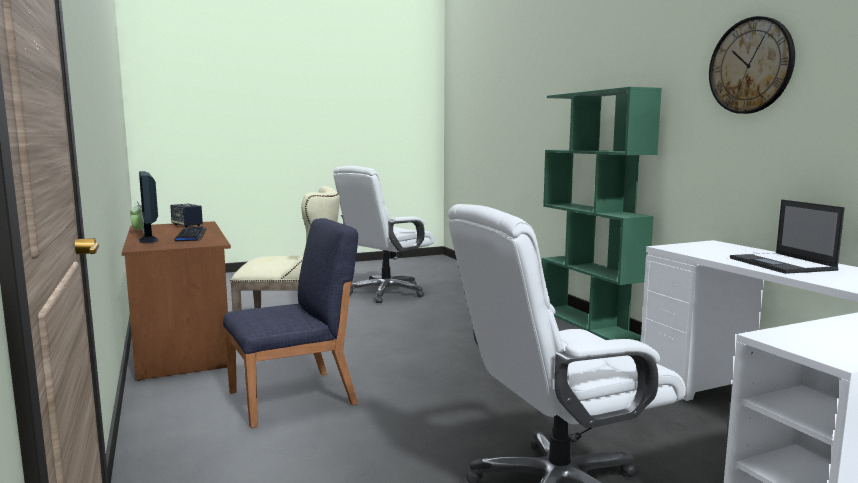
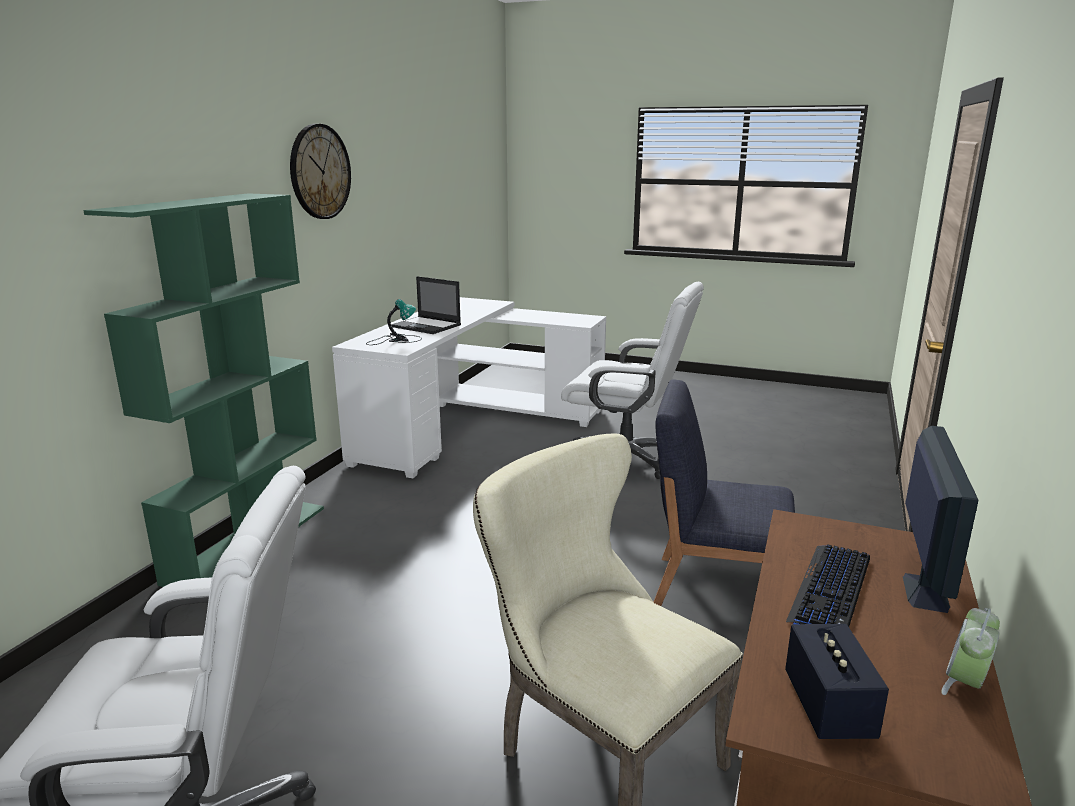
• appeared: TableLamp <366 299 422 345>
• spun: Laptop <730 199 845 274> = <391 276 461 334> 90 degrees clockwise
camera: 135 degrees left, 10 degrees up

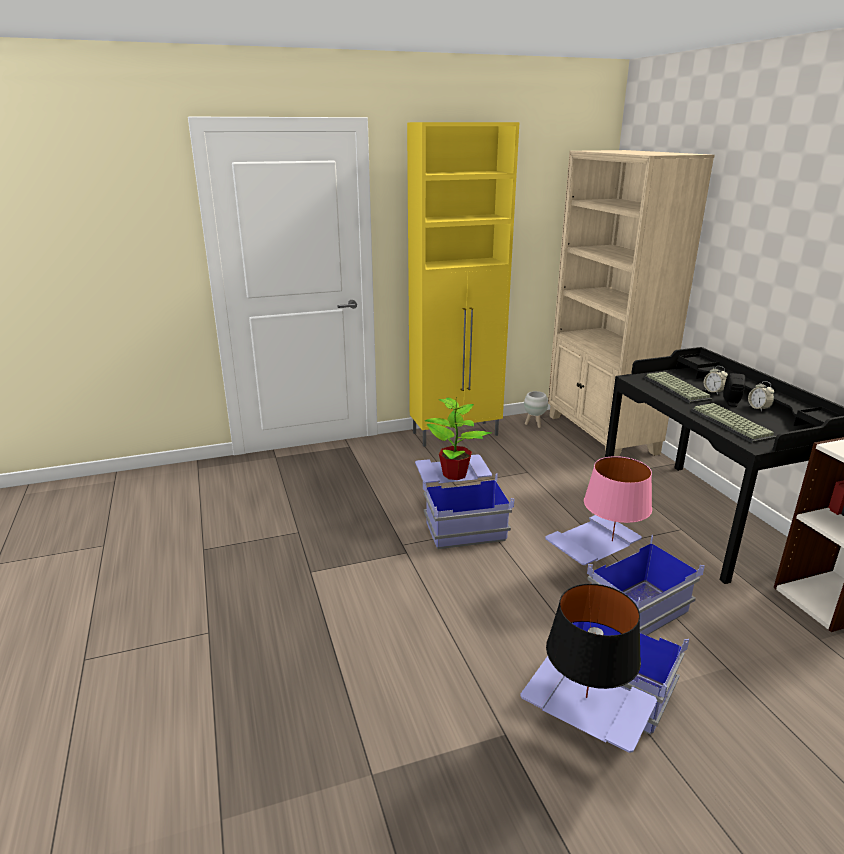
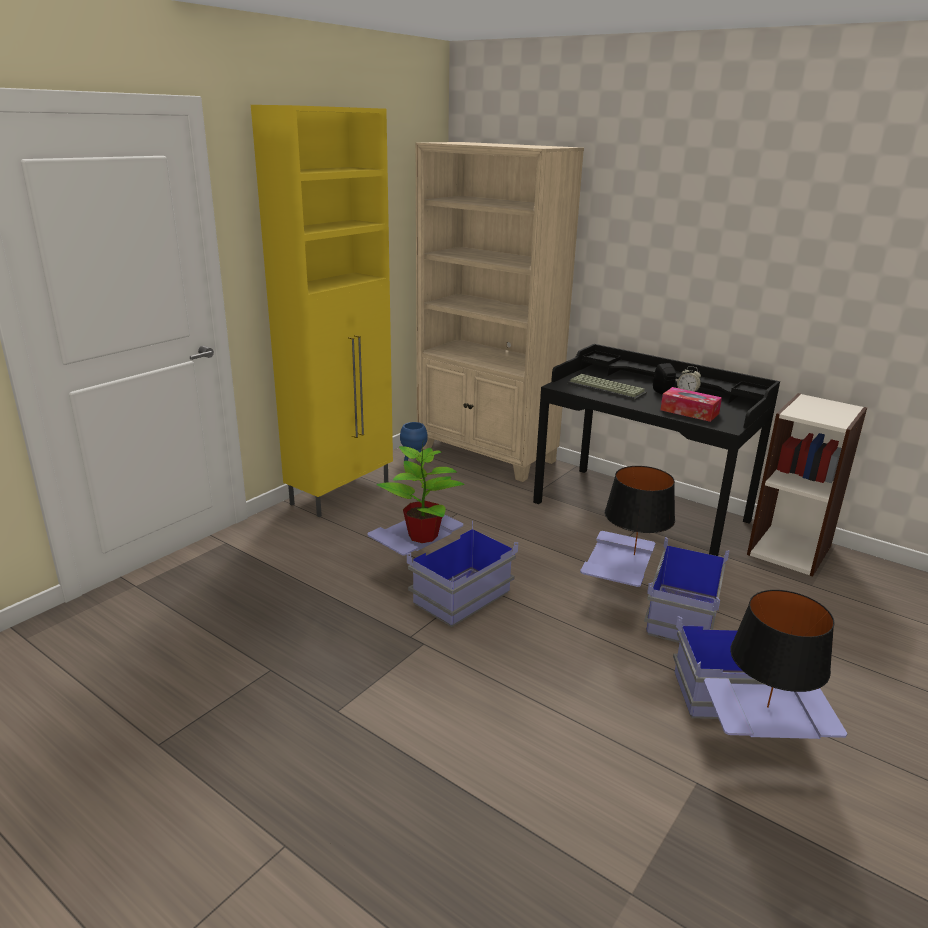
• colour: WhitePlanter <524 391 548 428> to BluePlanter <400 422 428 463>
• colour: PinkTableLamp <584 456 652 541> to BlackTableLamp <605 466 675 555>
• exchanged: Keyboard <691 403 776 443> to TissueBox <661 387 722 422>
• missing: AlarmClock <704 366 728 395>
camera: 35 degrees left, 0 degrees up

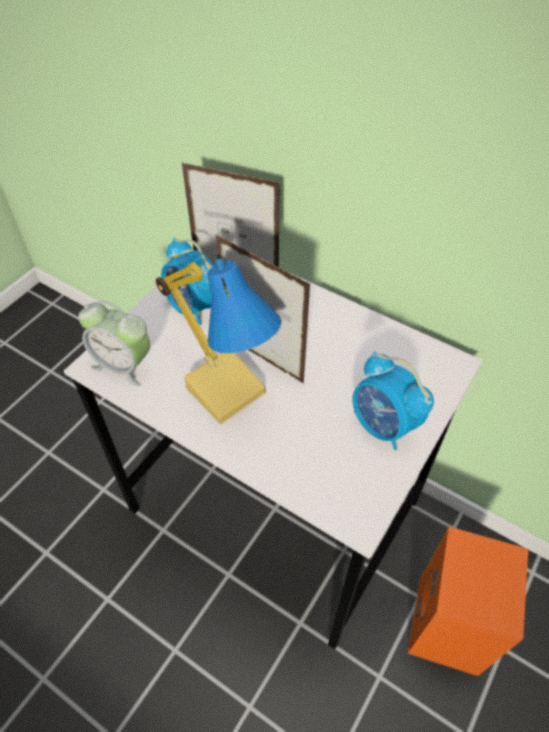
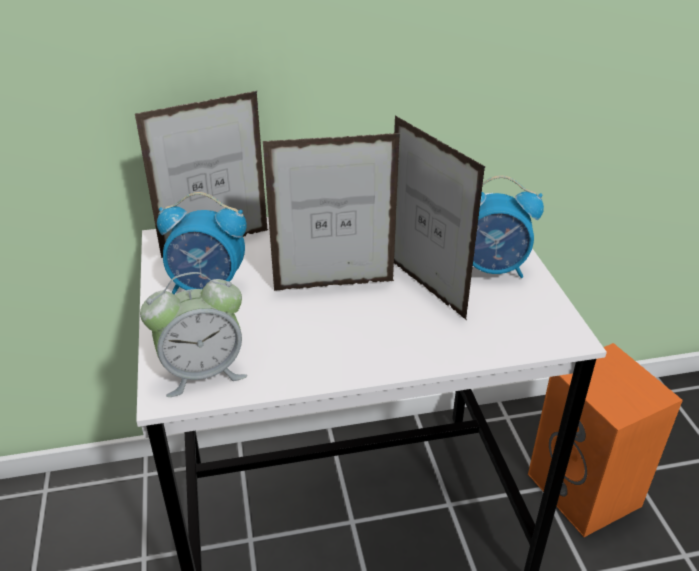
• appeared: PictureFrame <394 116 485 320>
• missing: TableLamp <156 258 282 425>
camera: 45 degrees left, 15 degrees down

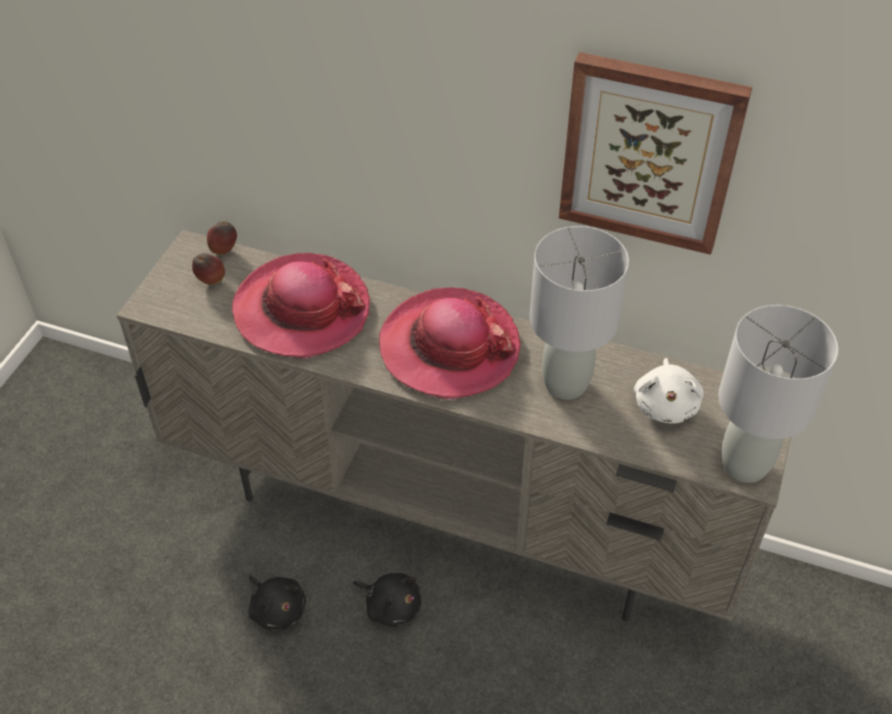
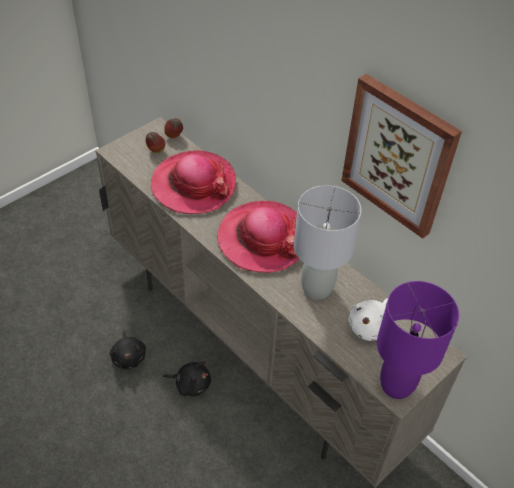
• spun: BlackPlushToy <353 573 421 627> = <163 362 211 396> 45 degrees counterclockwise
• colour: GreyTableLamp <718 305 838 483> to PurpleTableLamp <377 281 459 399>
camera: 25 degrees right, 0 degrees up

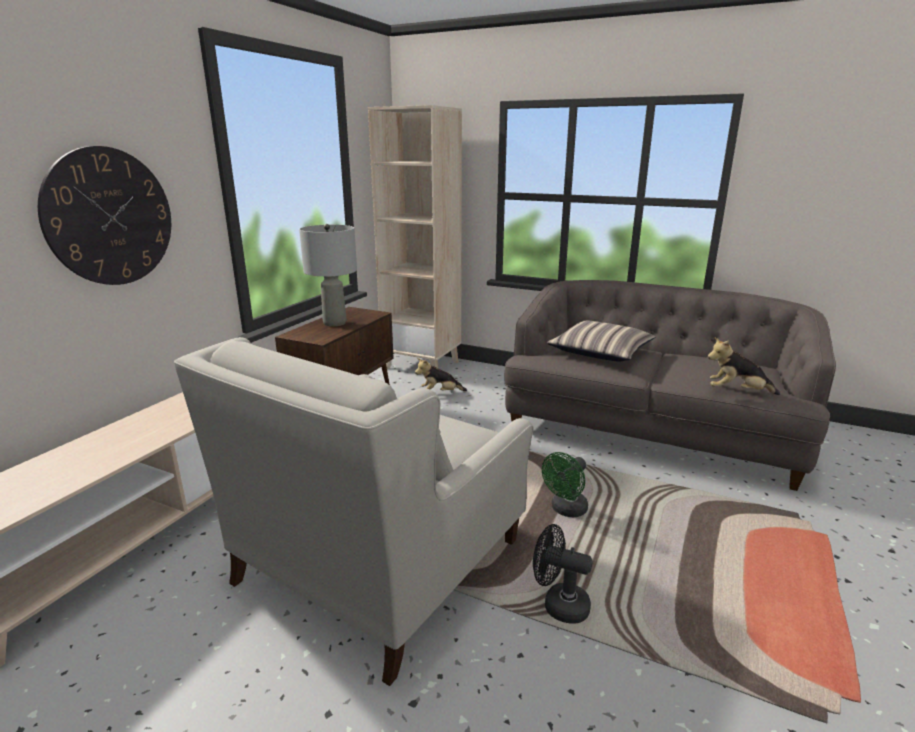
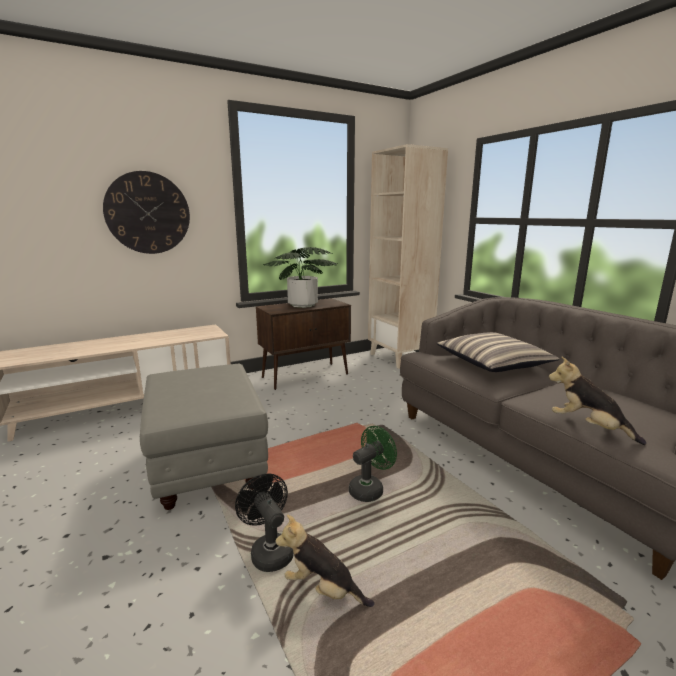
• exchanged: WhiteArmchair <174 338 534 686> to GreyOttoman <140 364 268 510>
• exchanged: GreyTableLamp <299 224 357 326> to PottedPlant <263 247 337 308>
• relocated: PlushToy <415 358 467 391> to <275 514 374 607>
• spun: GreenFan <542 452 588 517> = <349 426 397 502> 150 degrees clockwise
camera: 35 degrees right, 5 degrees down

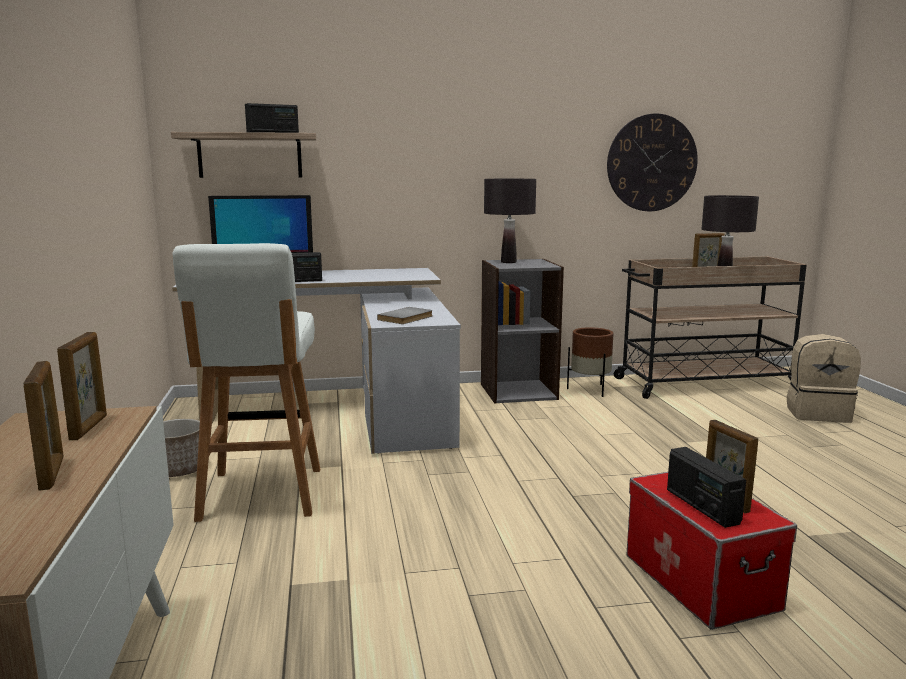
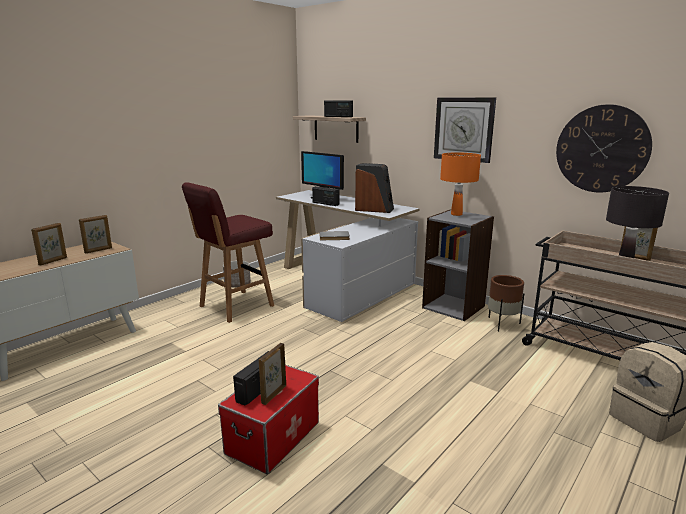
• colour: WhiteStool <172 243 320 522> to RedStool <182 182 274 323>
• appeared: Speaker <355 163 394 213>
• appeared: WallClock <434 97 496 163>
• colour: BlackTableLamp <484 179 536 263> to OrangeTableLamp <440 152 481 216>
camera: 50 degrees right, 5 degrees up

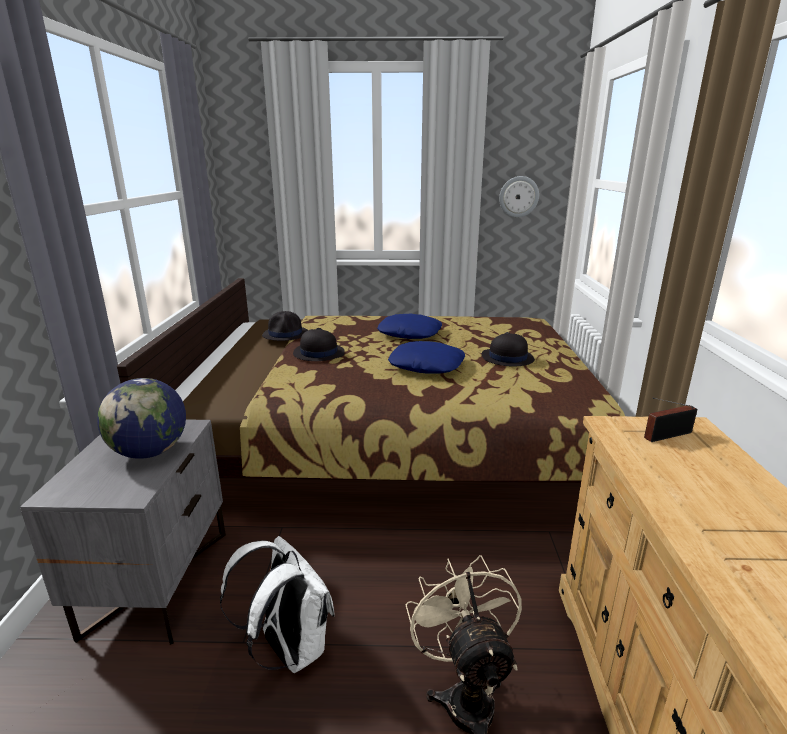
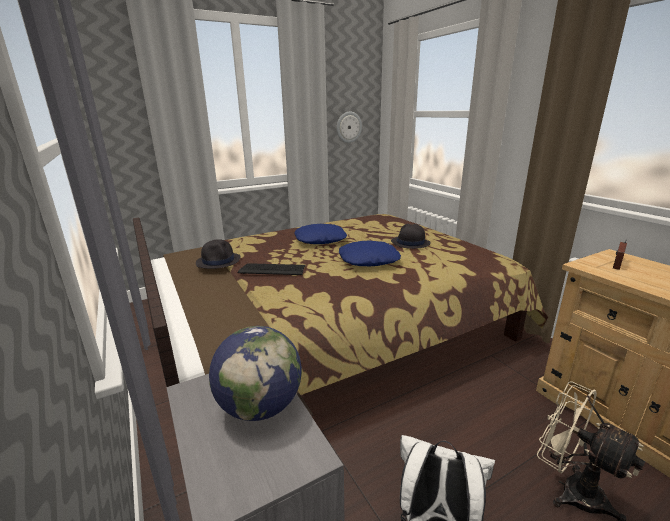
• exchanged: BlackHat <293 328 345 361> to Keyboard <237 263 306 275>
camera: 30 degrees left, 0 degrees up

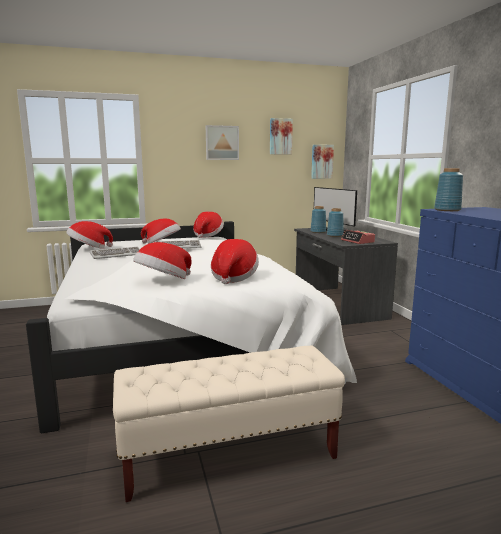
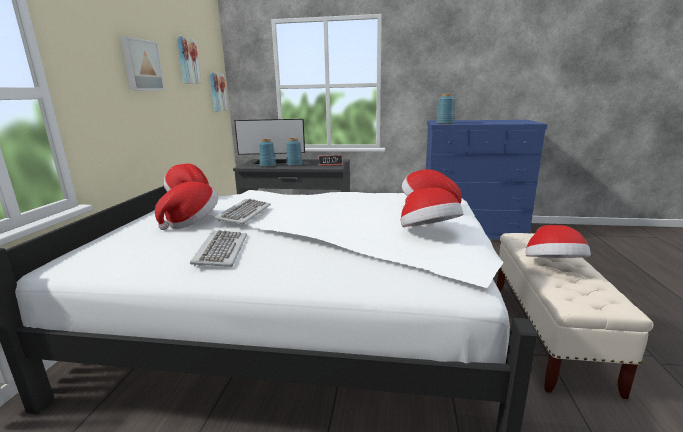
• relocated: Hat <66 221 113 249> to <526 225 591 258>
camera: 65 degrees left, 5 degrees up

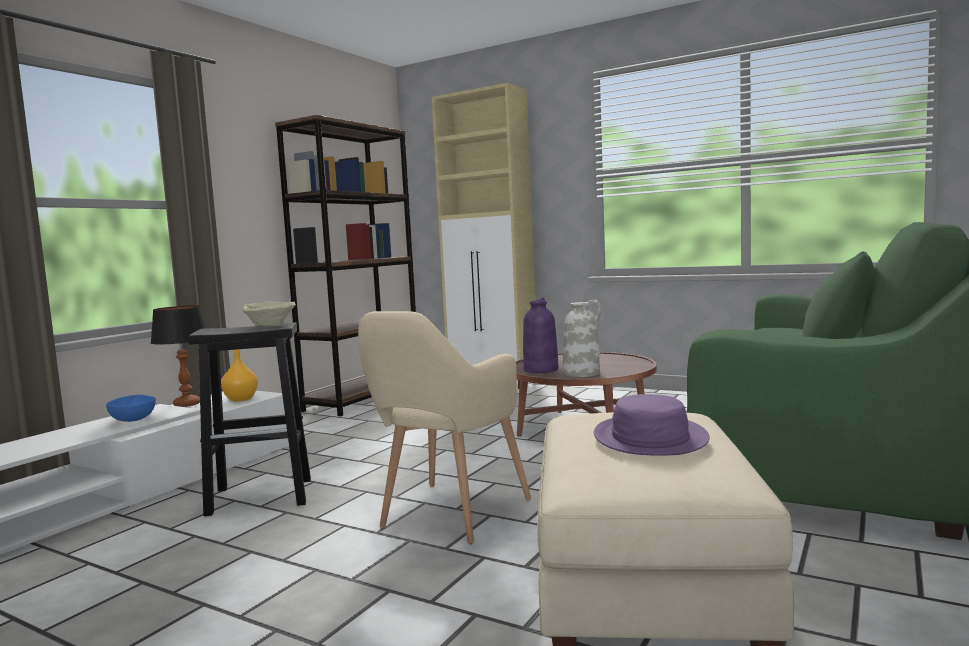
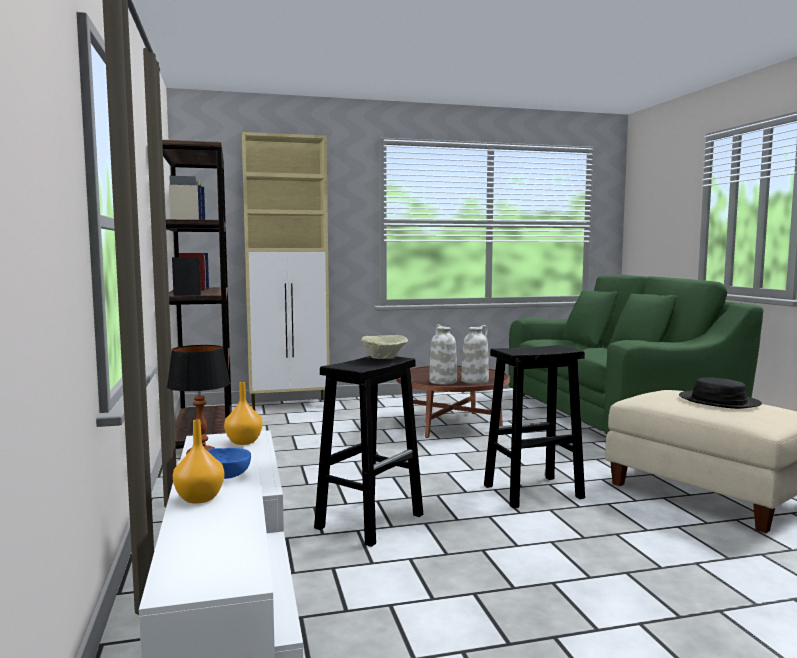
• appeared: OrangeVase <173 420 224 504>
• colour: PurpleVase <523 297 558 373> to WhiteVase <429 324 457 385>
• exchanged: BeigeArmchair <358 311 531 544> to BlackStool <484 345 585 508>
• colour: PurpleHat <594 394 710 456> to BlackHat <679 378 762 409>
camera: 45 degrees left, 0 degrees up

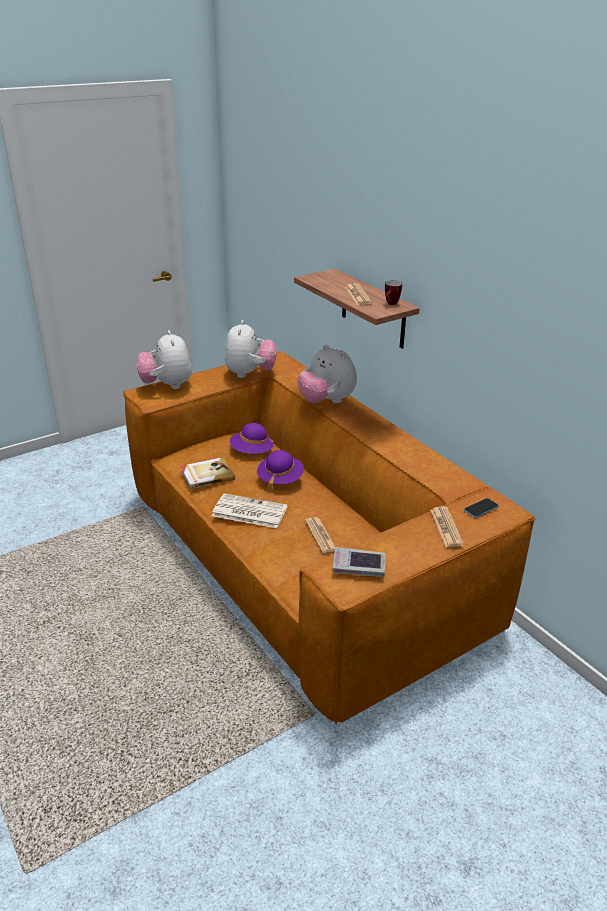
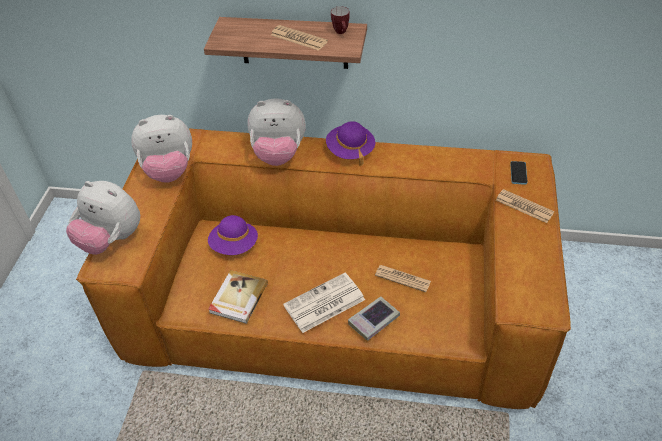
• spun: PlushToy <224 320 277 378> = <131 115 192 183> 120 degrees clockwise
• relocated: PurpleHat <257 450 304 492> to <326 121 375 166>
• relocated: Book <332 547 386 577> to <348 296 400 341>
camera: 45 degrees left, 15 degrees up

